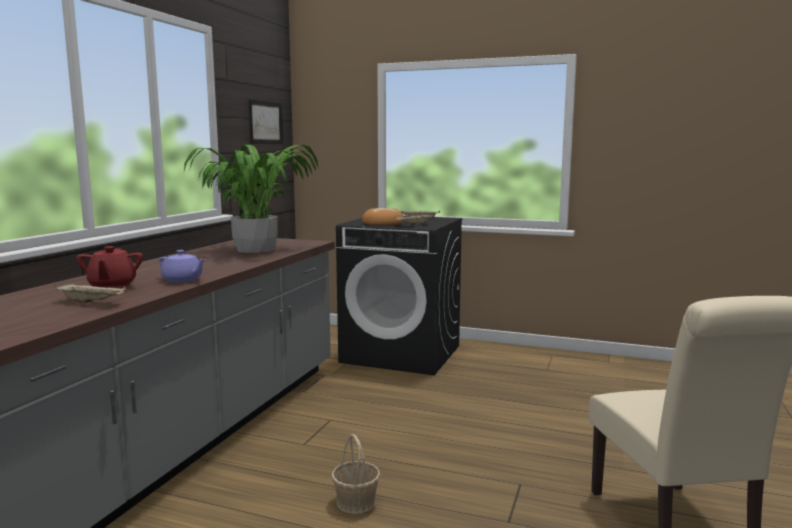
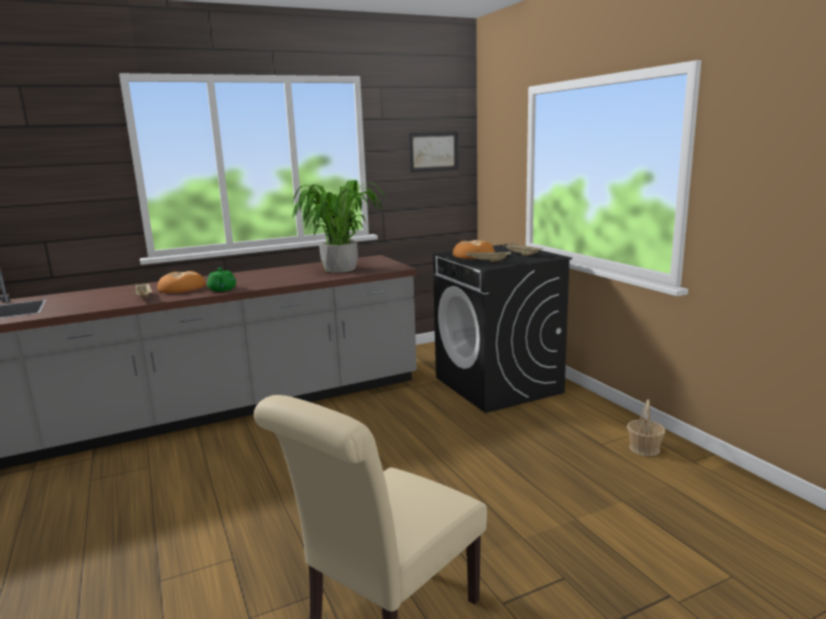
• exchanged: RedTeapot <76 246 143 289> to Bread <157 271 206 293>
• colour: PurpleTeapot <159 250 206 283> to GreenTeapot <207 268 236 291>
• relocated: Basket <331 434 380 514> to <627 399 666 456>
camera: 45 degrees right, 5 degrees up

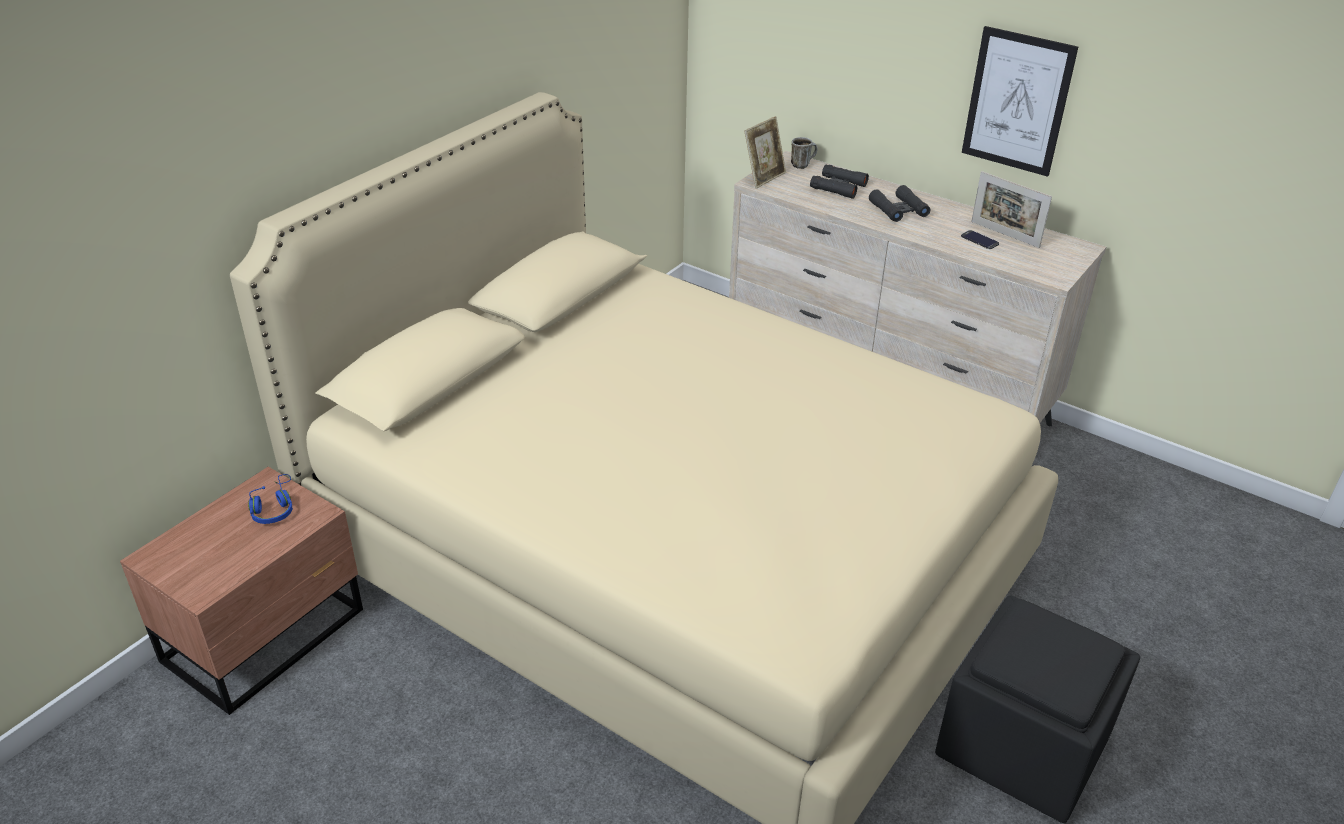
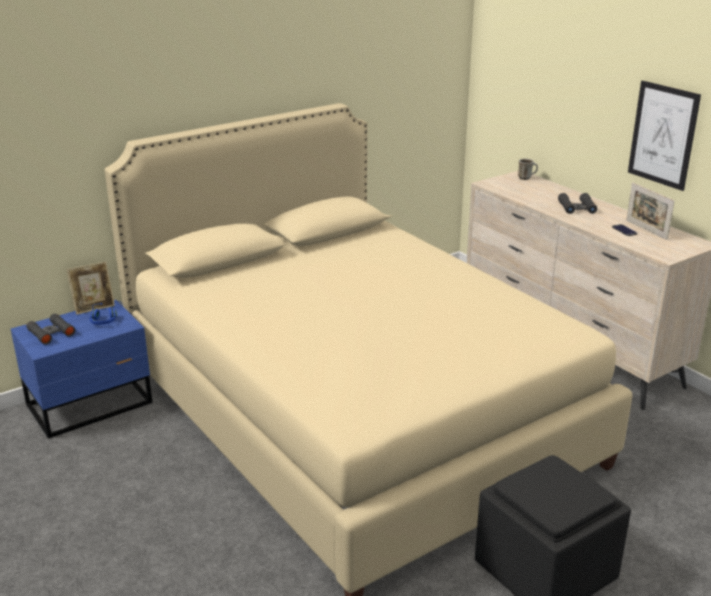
• colour: BrownNightstand <120 467 363 715> to BlueNightstand <11 300 153 439>
• relocated: BlackBinoculars <810 165 869 199> to <26 314 75 345>
• relocated: PictureFrame <745 116 786 188> to <67 262 114 315>
camera: 20 degrees right, 10 degrees down

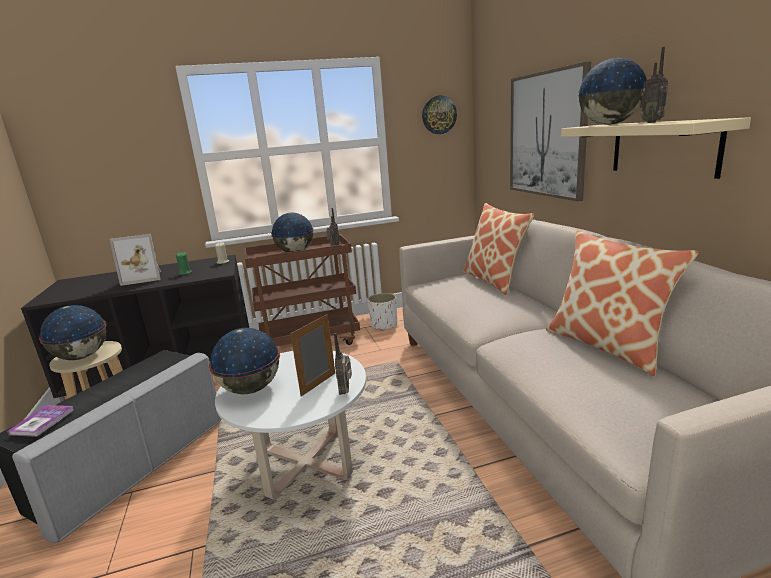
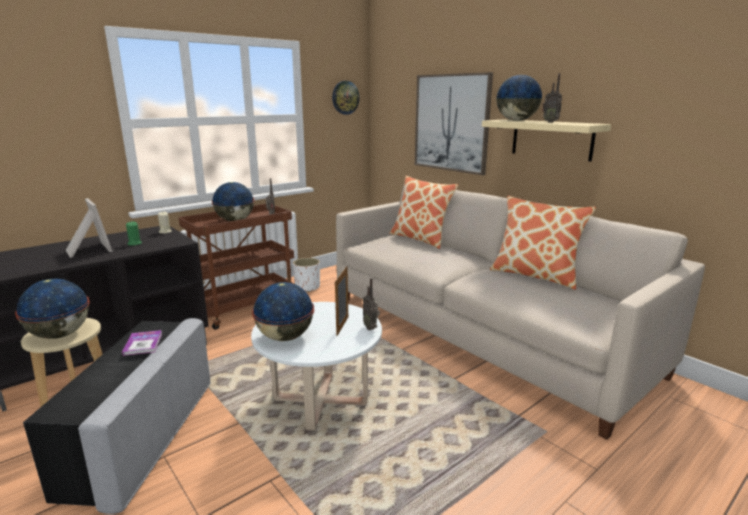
• spun: PictureFrame <109 234 161 286> = <66 198 113 258> 90 degrees counterclockwise
• relocated: Book <7 405 74 437> to <122 330 162 356>
camera: 25 degrees left, 0 degrees up

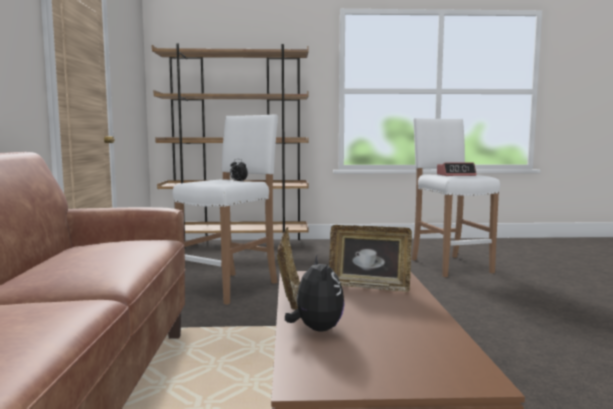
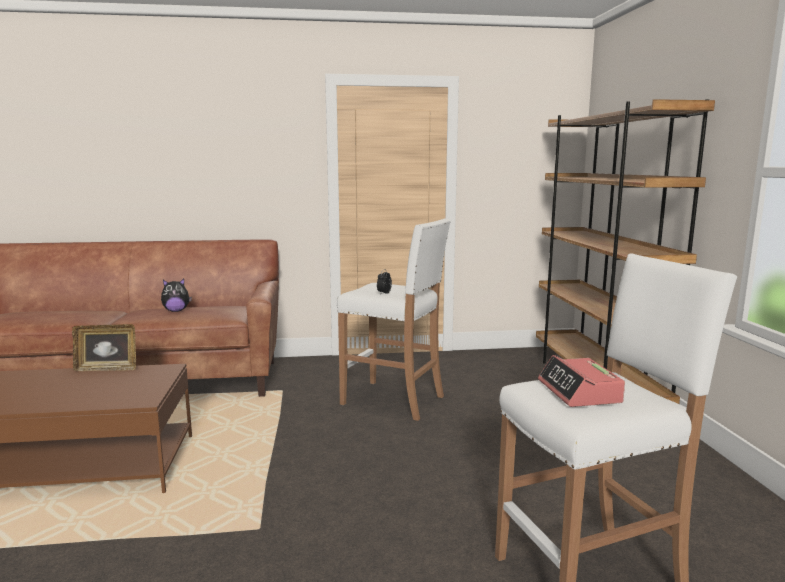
• relocated: PlushToy <285 255 345 332> to <161 279 192 312>
• missing: PictureFrame <329 225 412 292>
camera: 85 degrees right, 5 degrees up

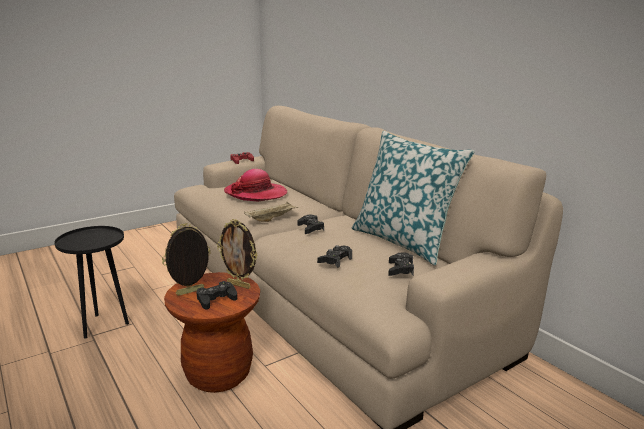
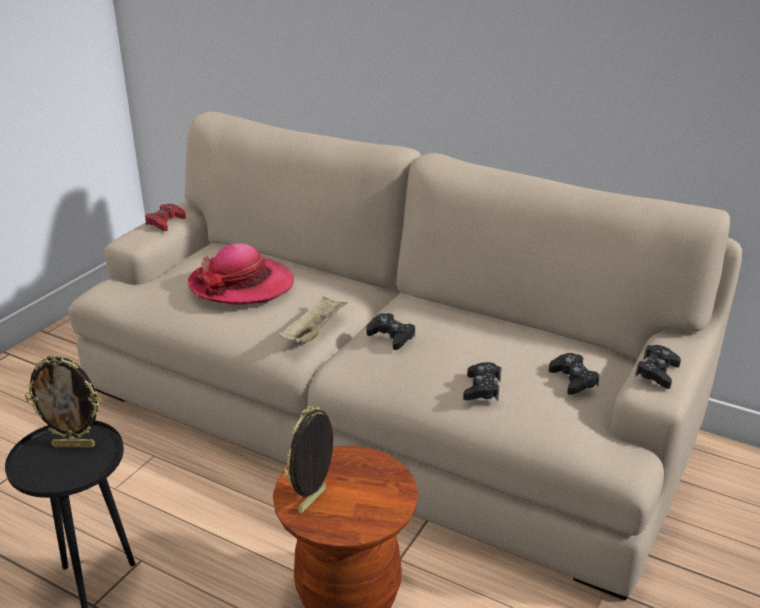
• relocated: PictureFrame <217 219 257 289> to <25 354 101 448>
• relocated: BlackGameController <196 281 237 310> to <635 345 681 389>
• missing: Pillow <352 131 475 266>
camera: 25 degrees left, 10 degrees up

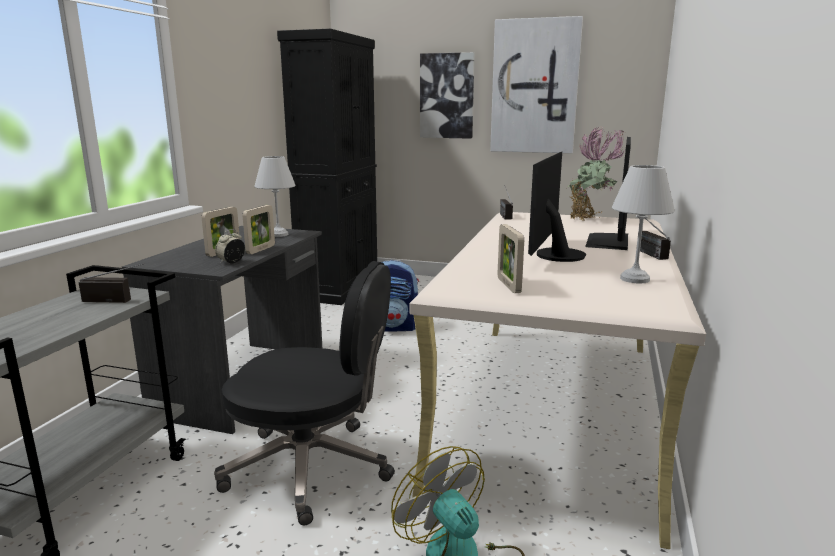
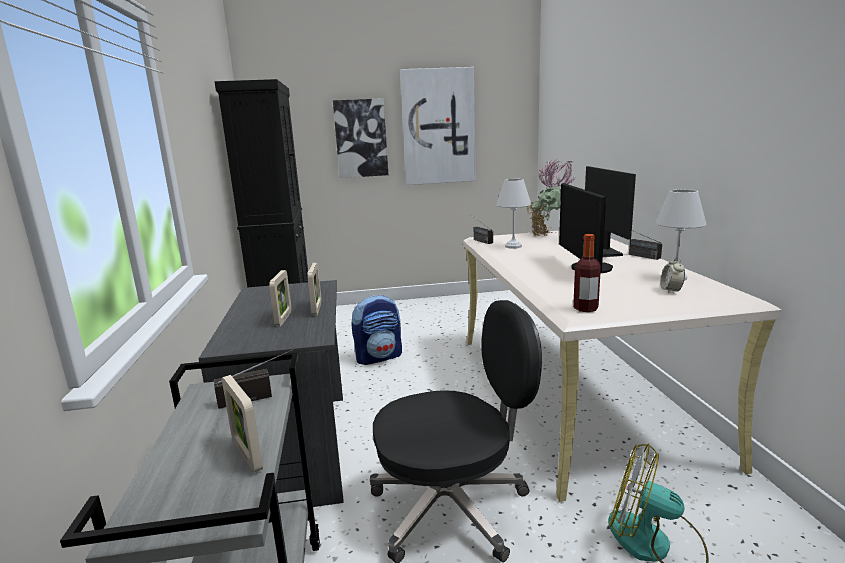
• relocated: PictureFrame <498 224 524 293> to <222 375 263 473>
• relocated: WhiteTableLamp <254 156 296 237> to <496 179 531 249>
• appeared: Bottle <573 234 601 312>
• relocated: AlarmClock <215 229 245 264> to <661 257 685 293>
camera: 25 degrees left, 0 degrees up

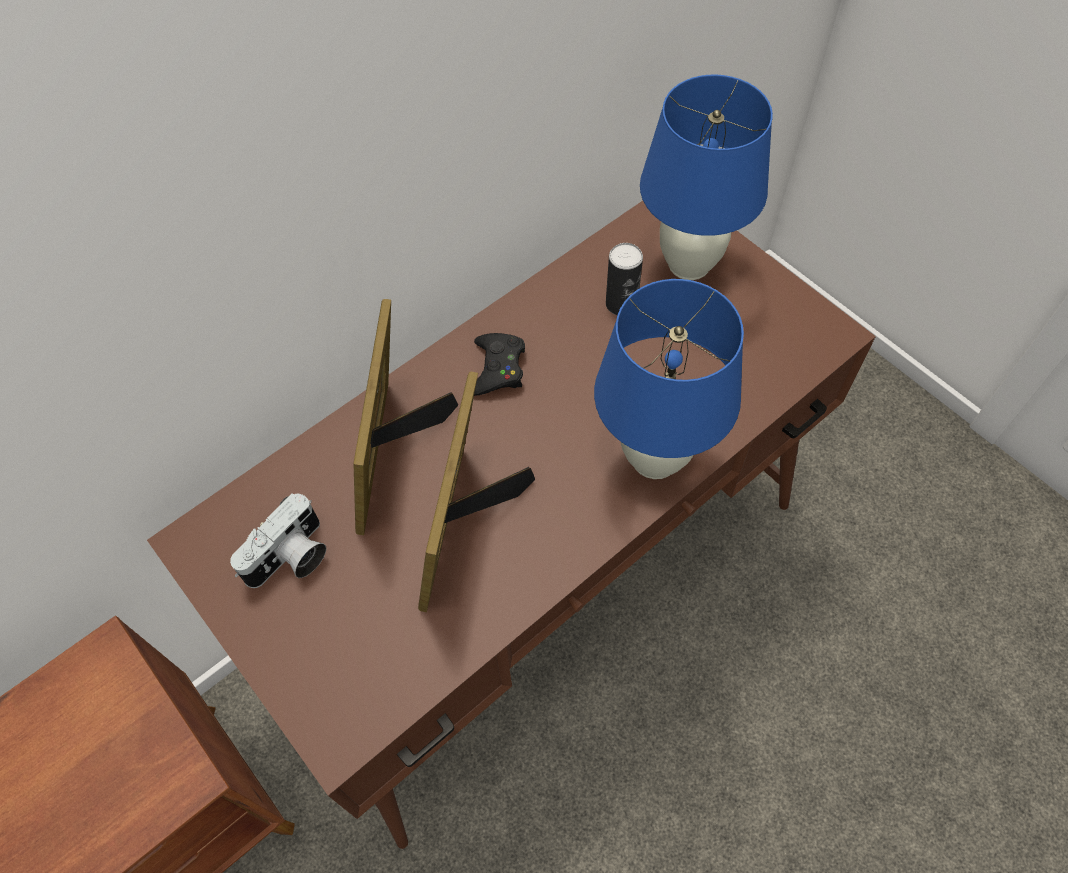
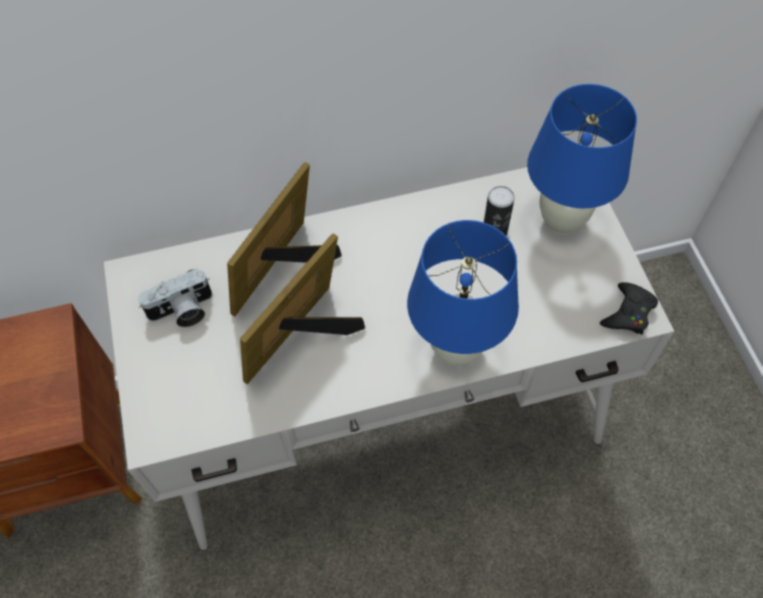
• colour: BrownDesk <147 201 876 849> to WhiteDesk <104 167 674 550>
• relocated: BlackGameController <474 333 525 396> to <600 282 658 335>
camera: 25 degrees right, 0 degrees up

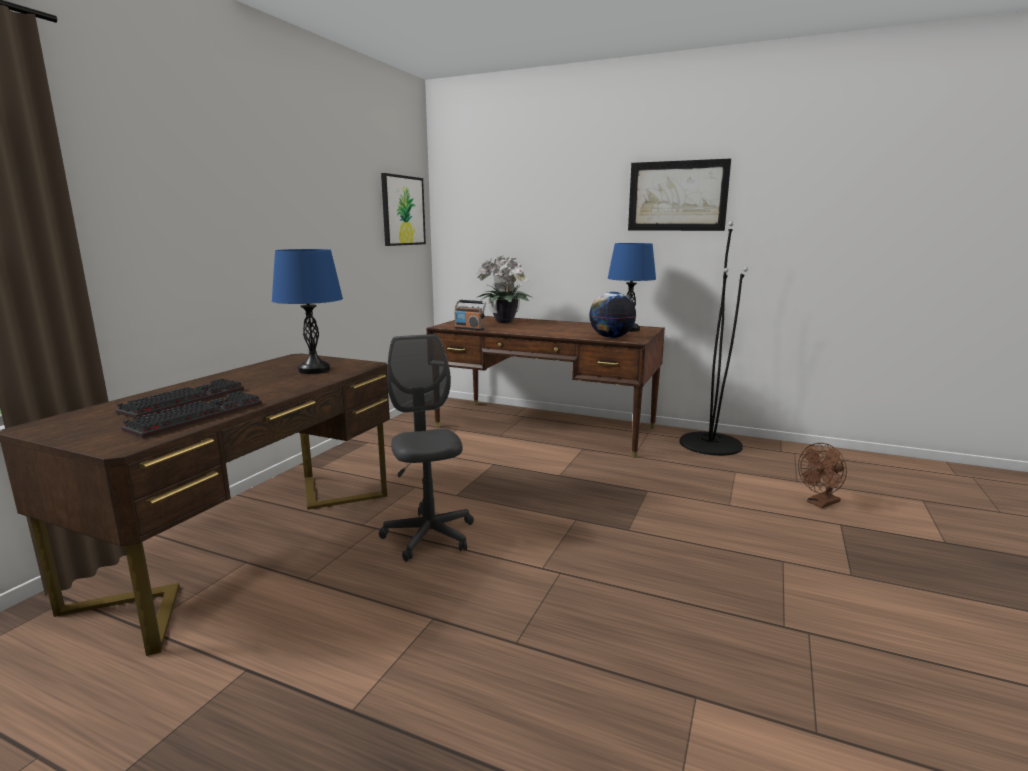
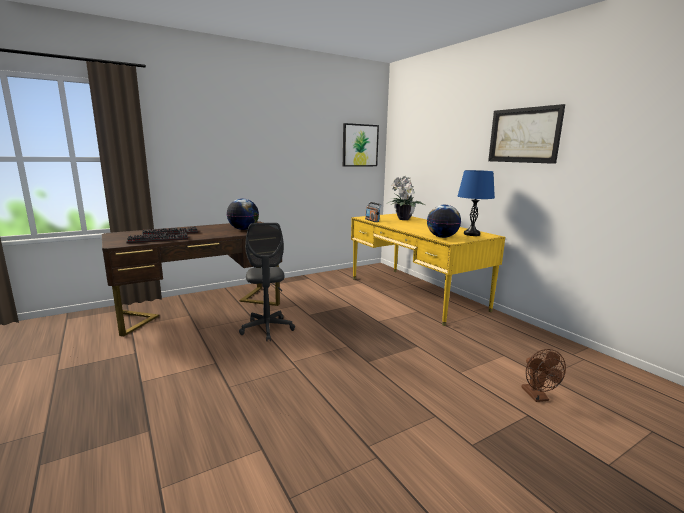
• exchanged: BlueTableLamp <272 249 343 374> to Globe <227 198 259 230>
• spun: GreyOfficeChair <379 334 474 562> = <239 223 295 341> 150 degrees clockwise
• colour: BrownDesk <427 316 665 458> to YellowDesk <351 214 505 326>
• spun: BrownFan <798 443 847 508> = <521 349 566 402> 105 degrees counterclockwise
• missing: BlackFloorLamp <679 221 748 456>
camera: 35 degrees right, 0 degrees up

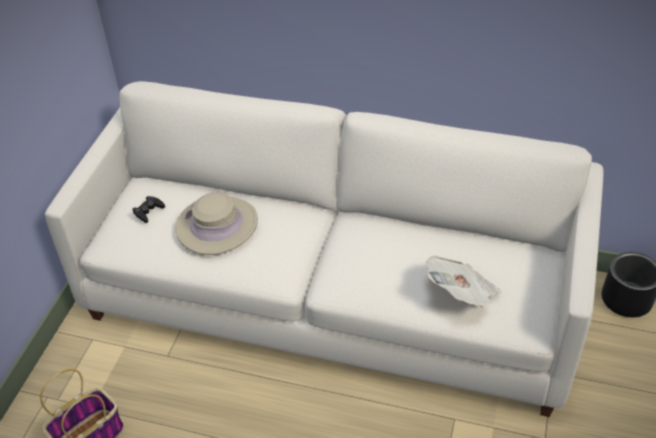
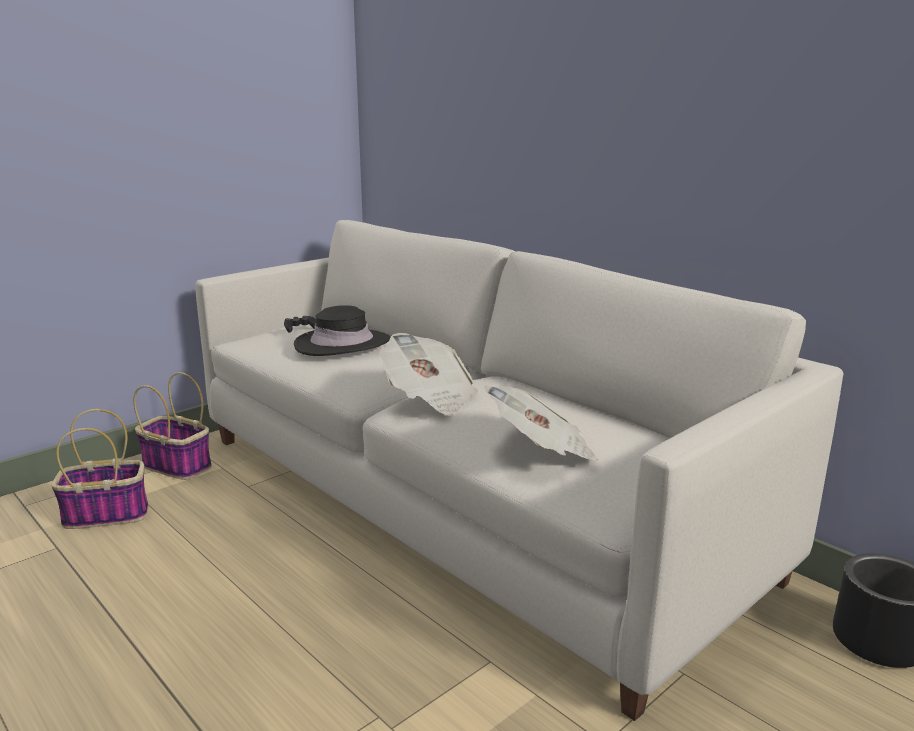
• appeared: Basket <133 372 212 480>
• colour: BeigeHat <175 192 258 255> to BlackHat <294 305 391 356>
• appeared: Newspaper <379 333 478 415>
camera: 30 degrees right, 25 degrees down

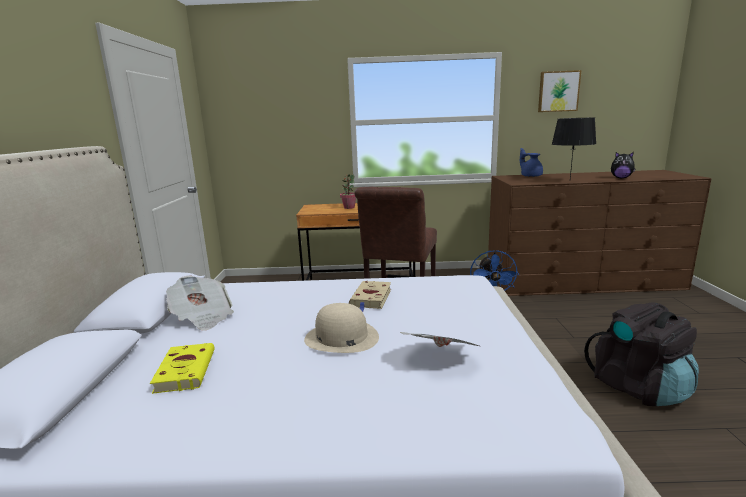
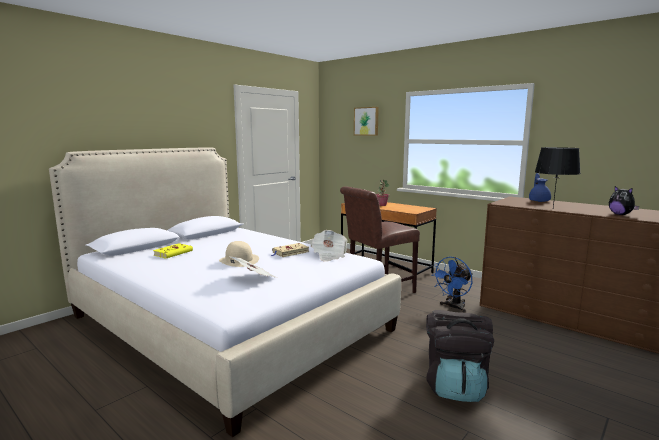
• relocated: Newspaper <166 276 234 330> to <311 230 347 262>
• relocated: Picture <538 70 582 112> to <354 107 379 136>
camera: 40 degrees right, 5 degrees down

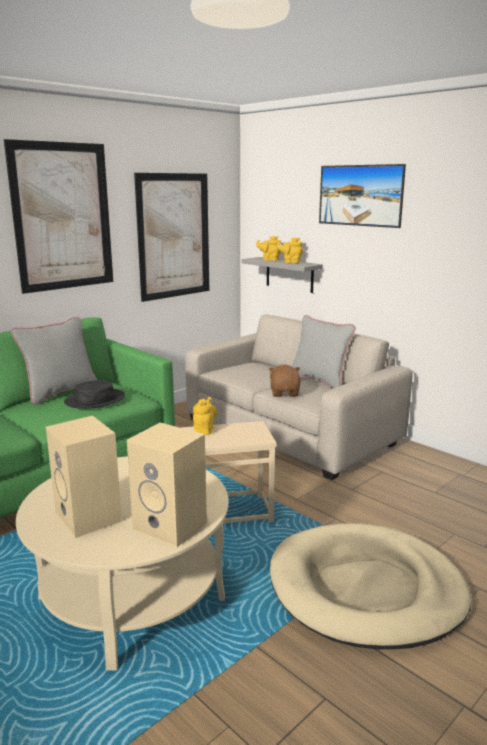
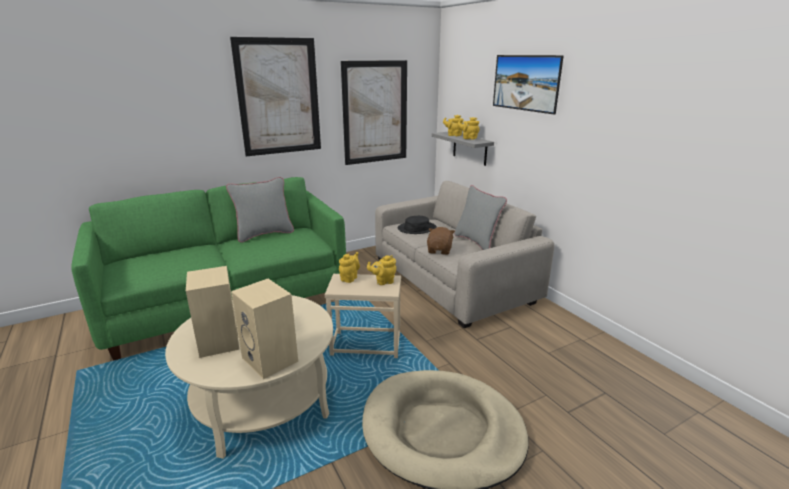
• appeared: YellowTeapot <367 255 396 285>
• relocated: BlackHat <64 380 125 409> to <398 216 437 234>
camera: 15 degrees right, 5 degrees up

